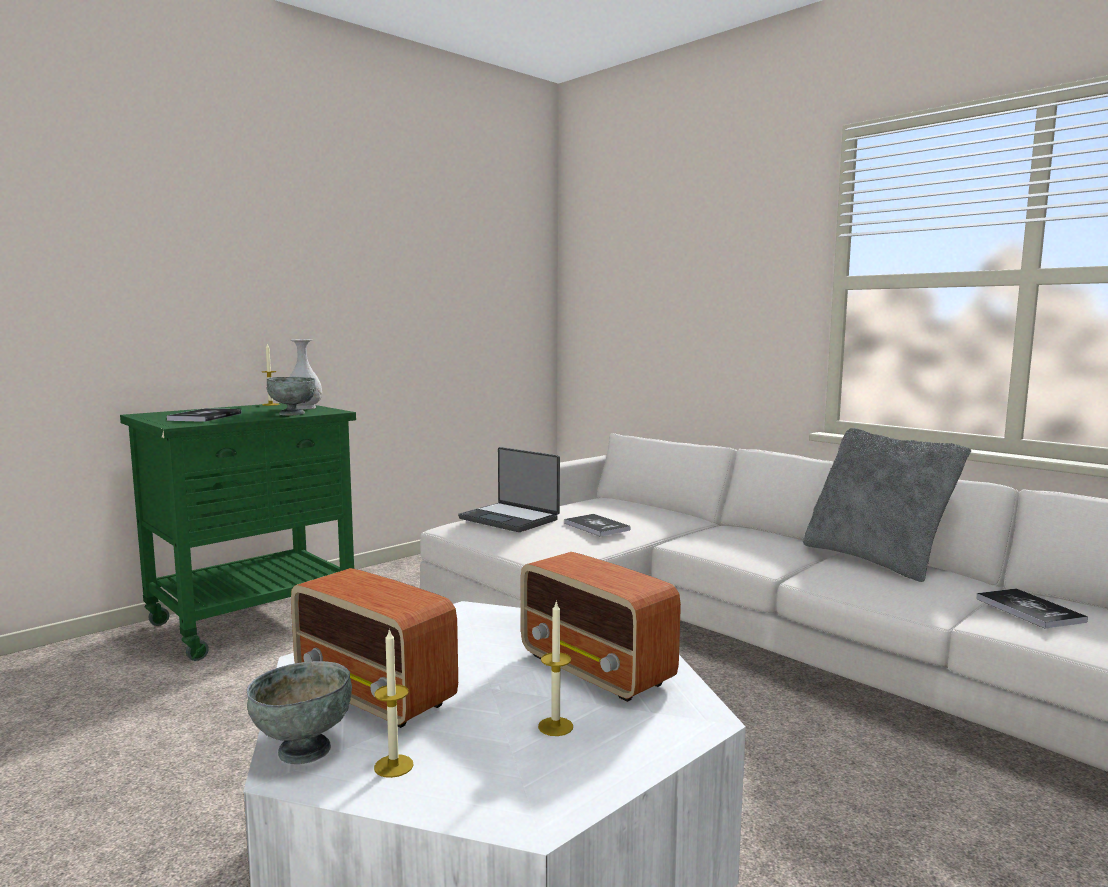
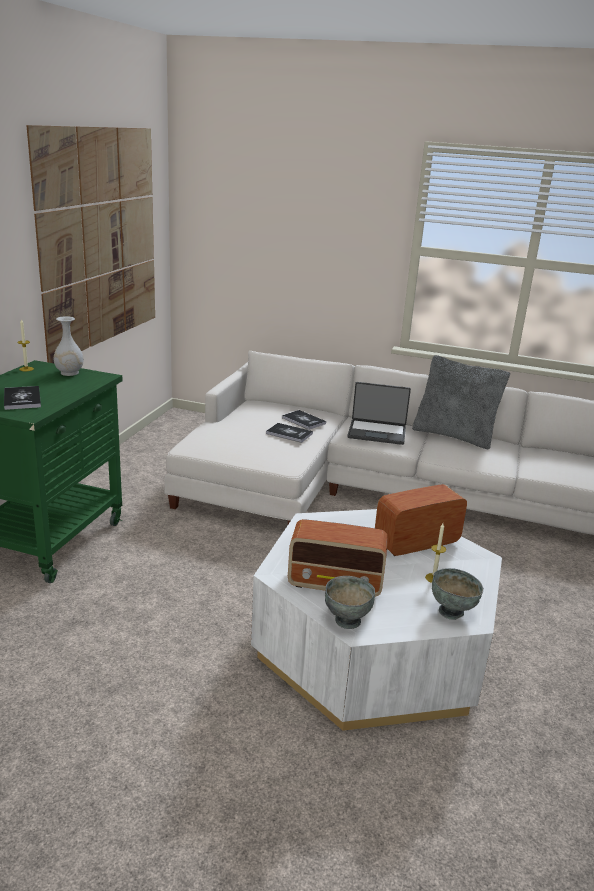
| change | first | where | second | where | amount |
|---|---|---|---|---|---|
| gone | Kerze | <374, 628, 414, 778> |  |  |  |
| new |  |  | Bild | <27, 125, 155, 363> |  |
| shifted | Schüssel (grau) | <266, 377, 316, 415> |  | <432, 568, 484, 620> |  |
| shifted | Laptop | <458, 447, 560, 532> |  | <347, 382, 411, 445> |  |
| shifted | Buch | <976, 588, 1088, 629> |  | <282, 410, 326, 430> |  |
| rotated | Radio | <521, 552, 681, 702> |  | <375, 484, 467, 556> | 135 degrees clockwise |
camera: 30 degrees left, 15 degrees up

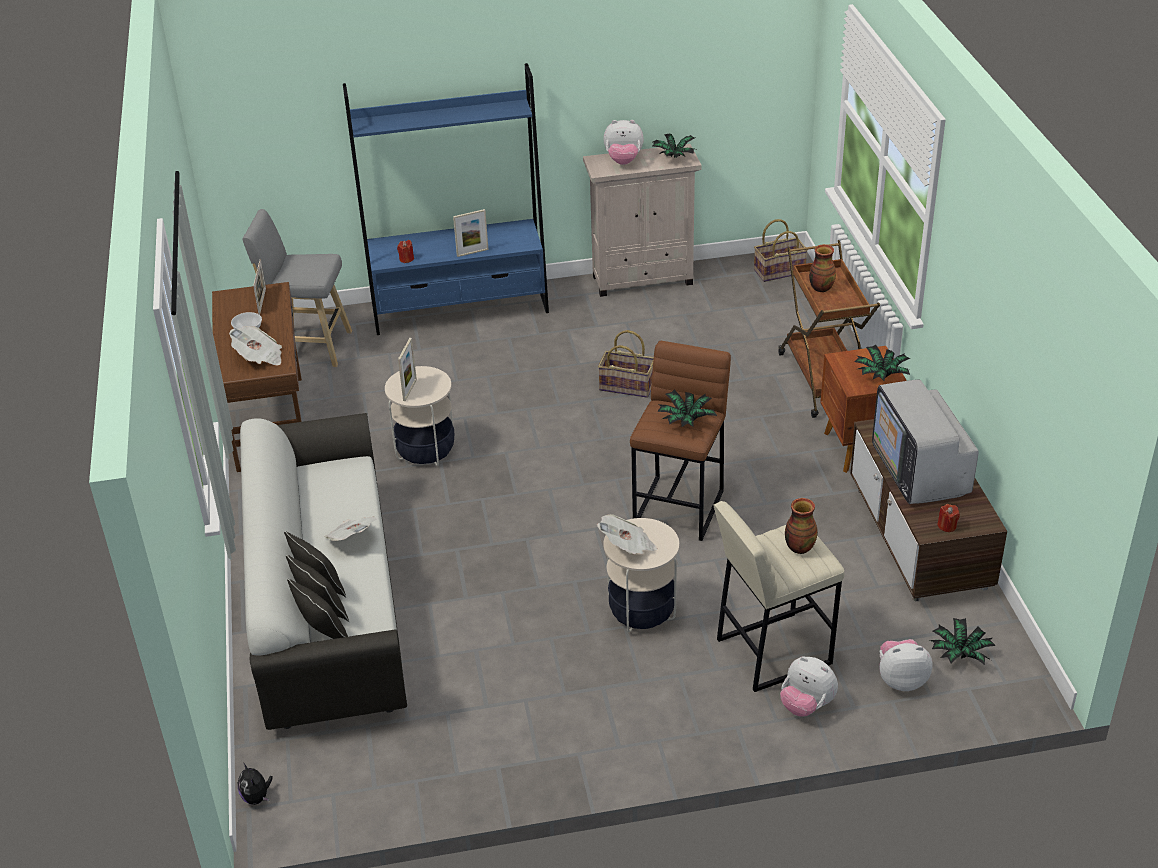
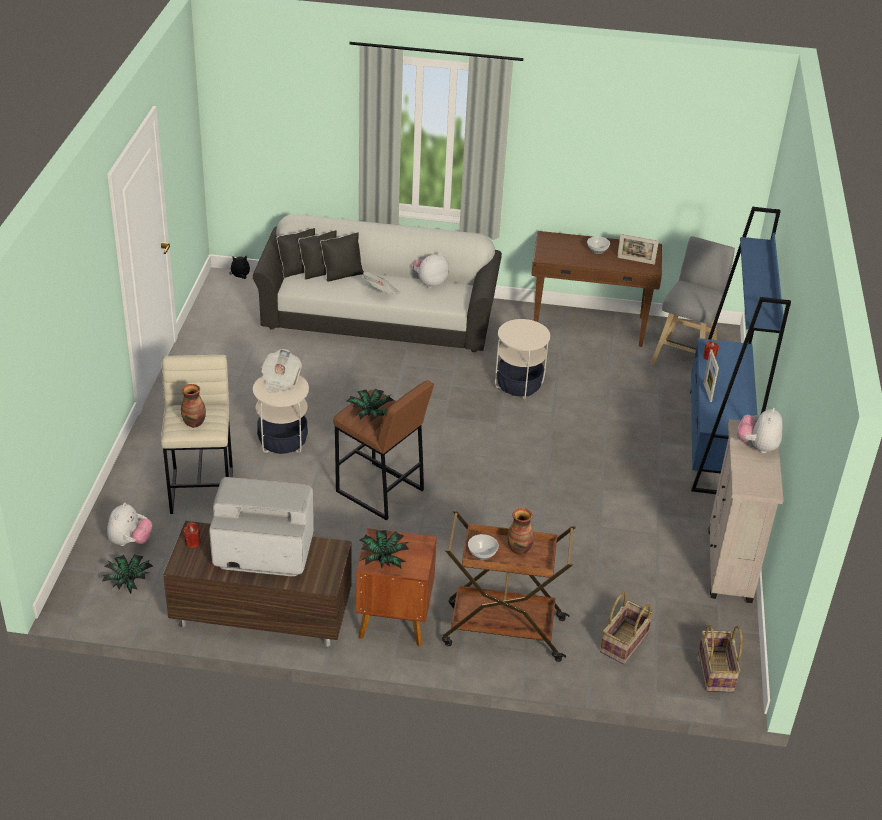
| change | first | where | second | where | amount |
|---|---|---|---|---|---|
| gone | Zeitung | <229, 326, 282, 365> |  |  |  |
| gone | Bilderrahmen | <398, 338, 417, 401> |  |  |  |
| gone | Topfpflanze | <653, 134, 695, 158> |  |  |  |
| new |  |  | Schüssel | <468, 534, 499, 560> |  |
| shifted | Korb | <598, 330, 654, 398> |  | <600, 592, 653, 664> |  |
| shifted | Plüschtier | <780, 656, 838, 717> |  | <413, 253, 449, 288> |  |
camera: 105 degrees right, 0 degrees up

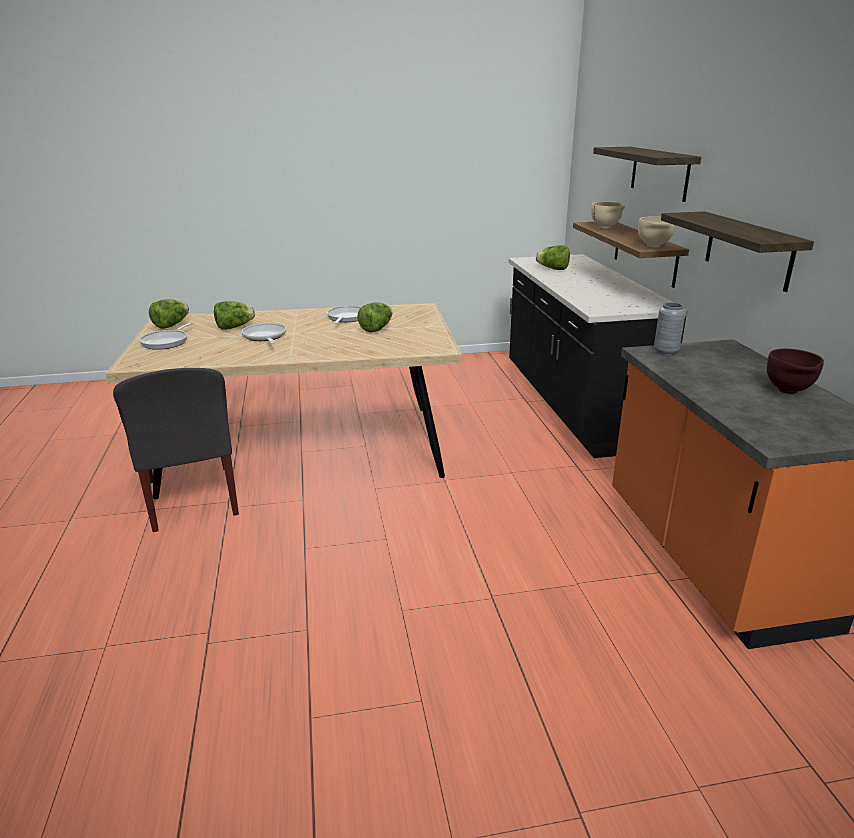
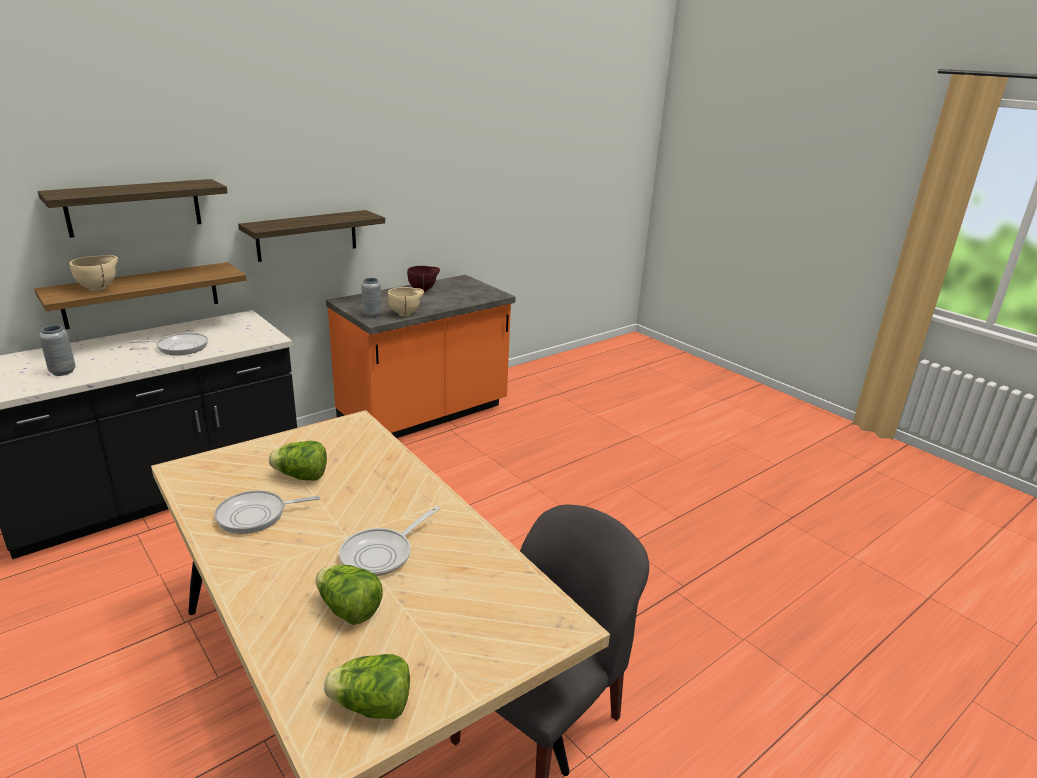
| change | first | where | second | where | amount |
|---|---|---|---|---|---|
| shifted | Pfanne | <139, 322, 193, 350> |  | <129, 333, 208, 355> |  |
| shifted | Schüssel (beige) | <638, 217, 676, 248> |  | <388, 287, 424, 316> |  |
| swapped | Salatkopf | <536, 245, 570, 270> | Vase (grau) | <39, 325, 76, 376> |  |
camera: 120 degrees left, 0 degrees up

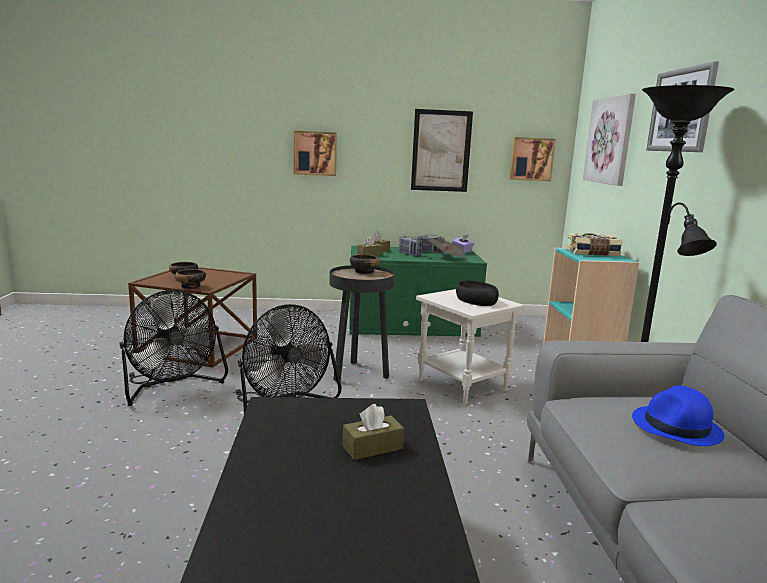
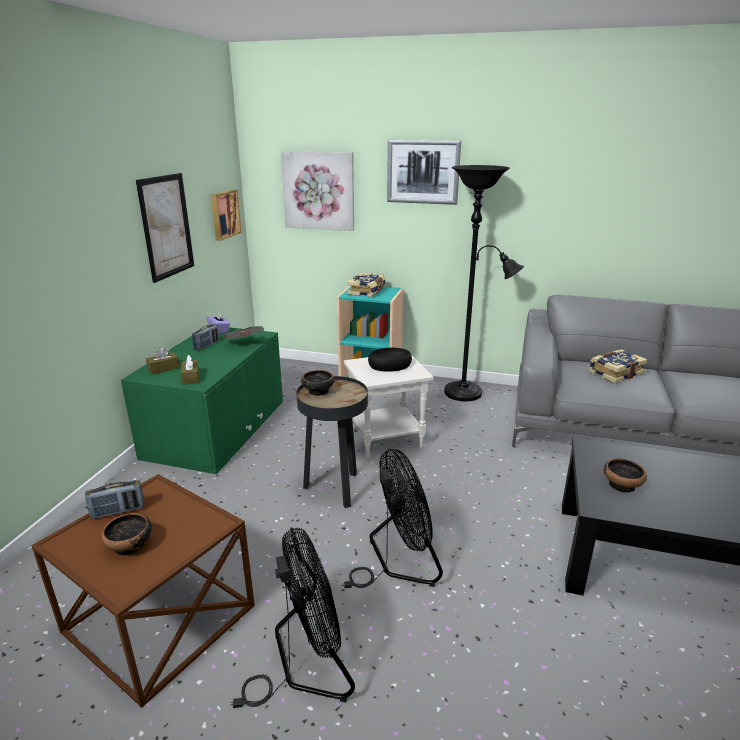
| change | first | where | second | where | amount |
|---|---|---|---|---|---|
| gone | Bild | <294, 131, 337, 176> |  |  |  |
| gone | Taschentuchbox (braun) | <343, 404, 404, 460> |  |  |  |
| shifted | Schüssel | <175, 269, 206, 289> |  | <604, 459, 647, 493> |  |
| shifted | Radio | <399, 236, 422, 256> |  | <85, 480, 145, 519> |  |
| swapped | Hut (blau) | <632, 385, 725, 446> | Buch | <589, 349, 648, 383> |  |
camera: 70 degrees left, 10 degrees up

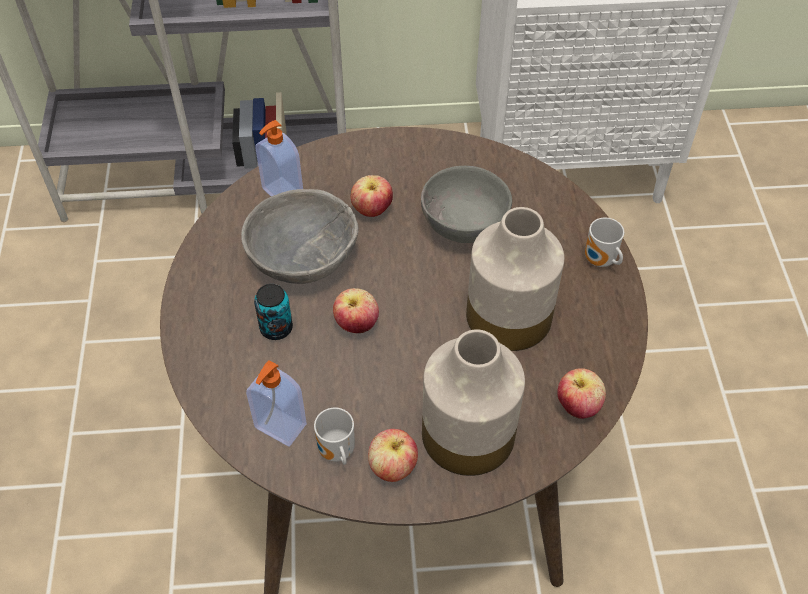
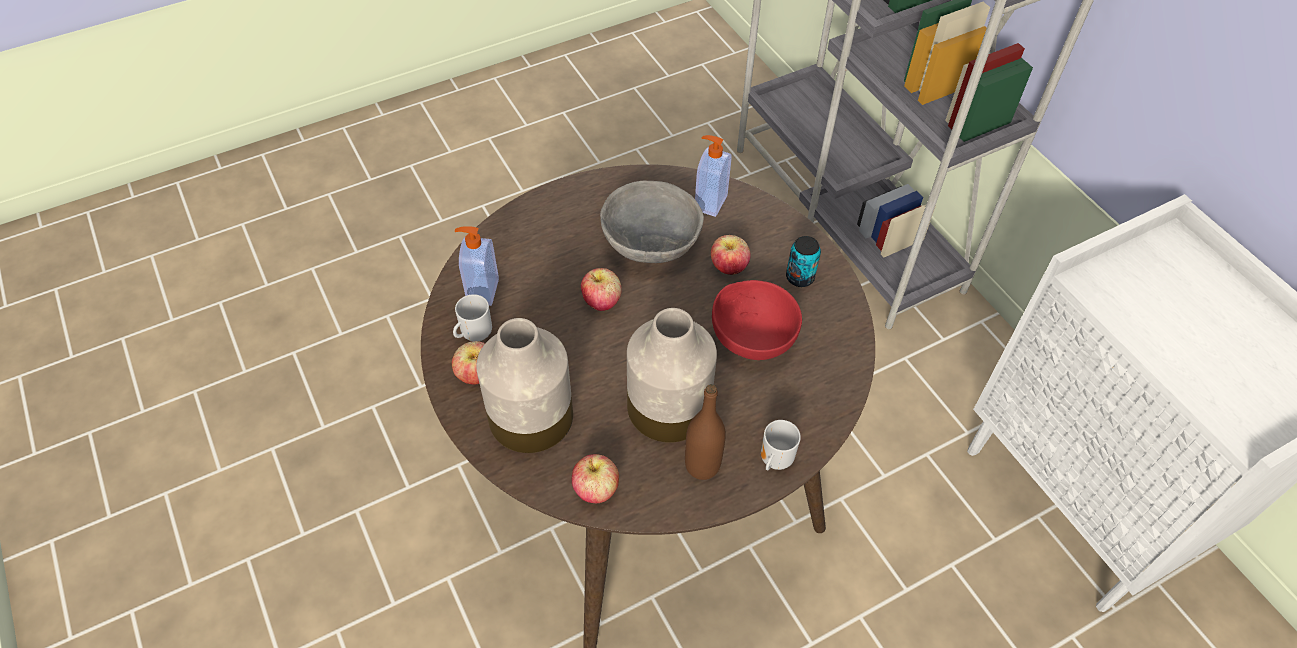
| change | first | where | second | where | amount |
|---|---|---|---|---|---|
| new |  |  | Flasche (braun) | <685, 384, 726, 480> |  |
| shifted | Dose | <254, 284, 293, 340> |  | <786, 236, 821, 287> |  |
| repainted | Schüssel (grau) | <421, 166, 512, 243> | Schüssel (rot) | <712, 280, 802, 360> |  |
camera: 65 degrees right, 0 degrees up

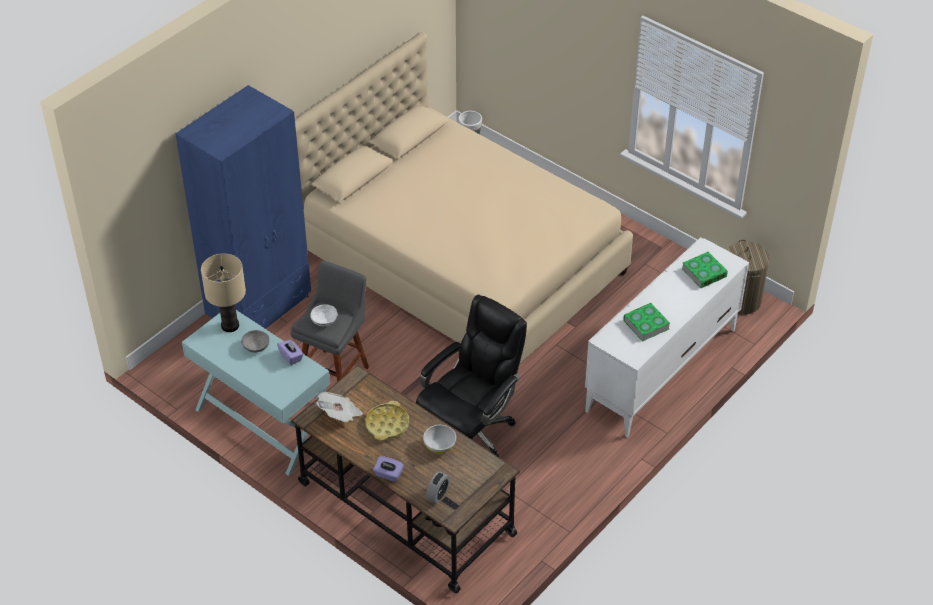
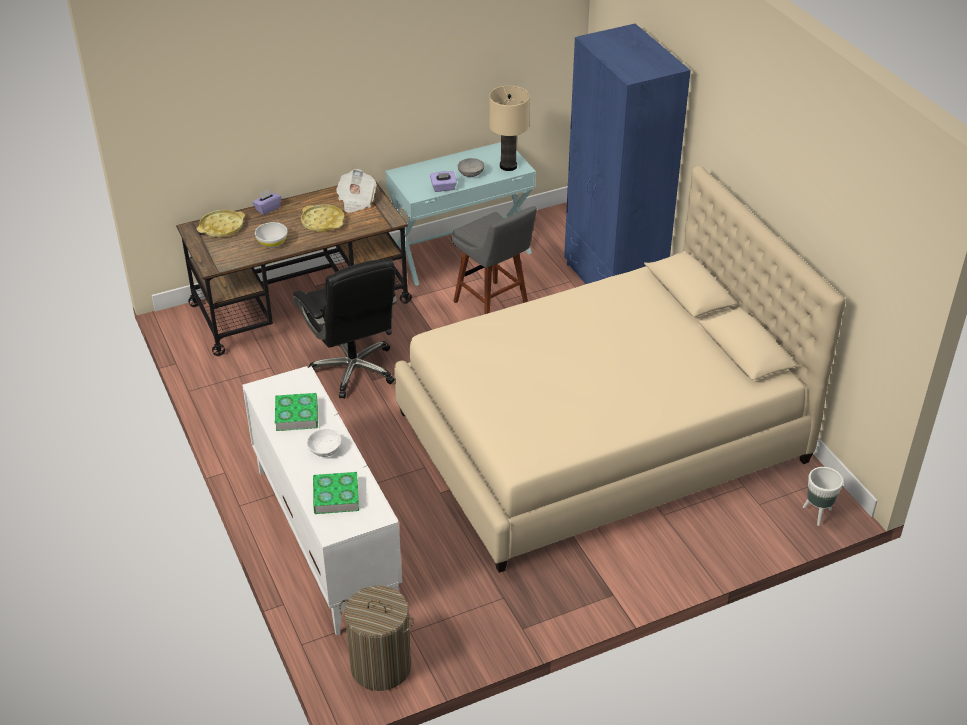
| change | first | where | second | where | amount |
|---|---|---|---|---|---|
| shifted | Schüssel (weiß) | <310, 304, 338, 326> |  | <307, 429, 341, 457> |  |
| swapped | Wecker | <426, 471, 450, 504> | Tablett (gelb) | <197, 210, 245, 237> |  |
camera: 115 degrees right, 5 degrees down

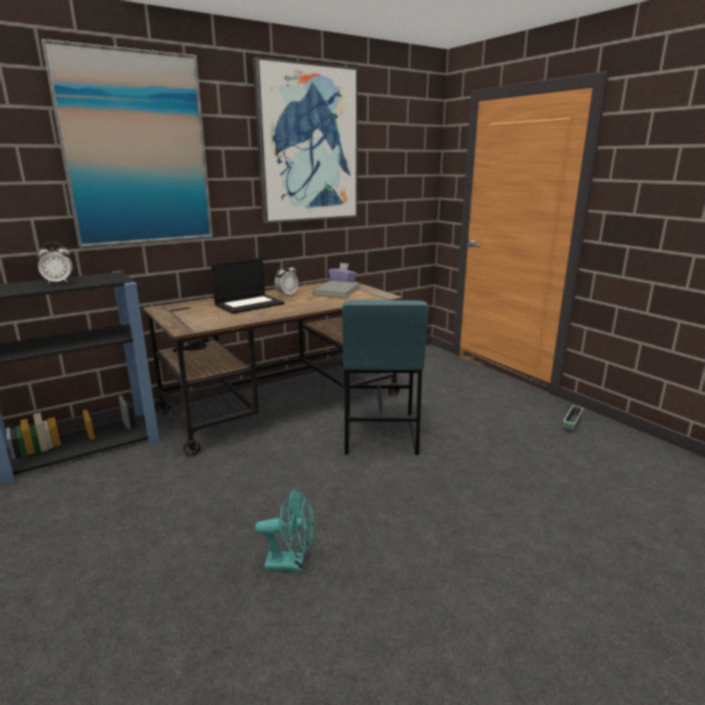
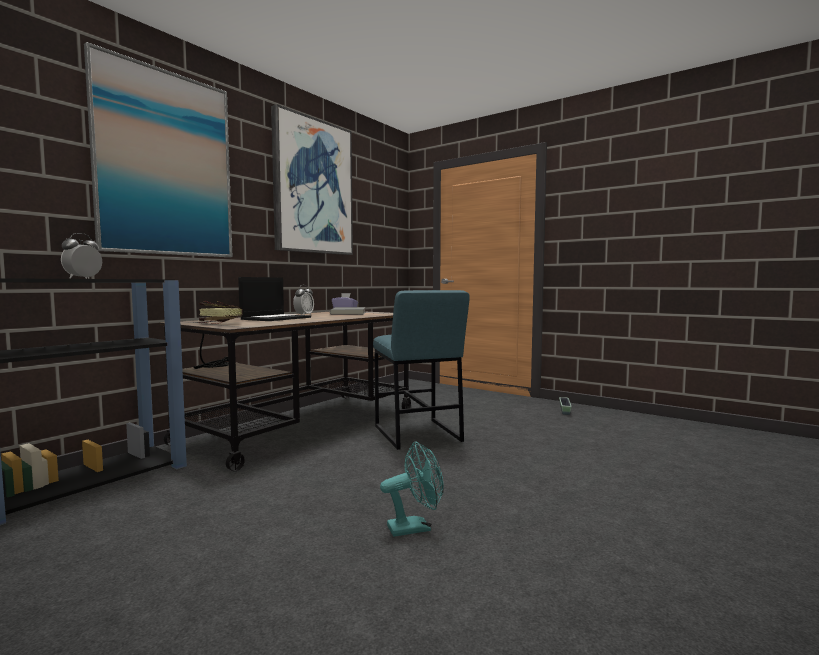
| change | first | where | second | where | amount |
|---|---|---|---|---|---|
| new |  |  | Buch | <199, 301, 243, 324> |  |
| rotated | Wecker | <36, 242, 73, 284> |  | <61, 233, 102, 279> | 150 degrees clockwise |
camera: 20 degrees left, 15 degrees down

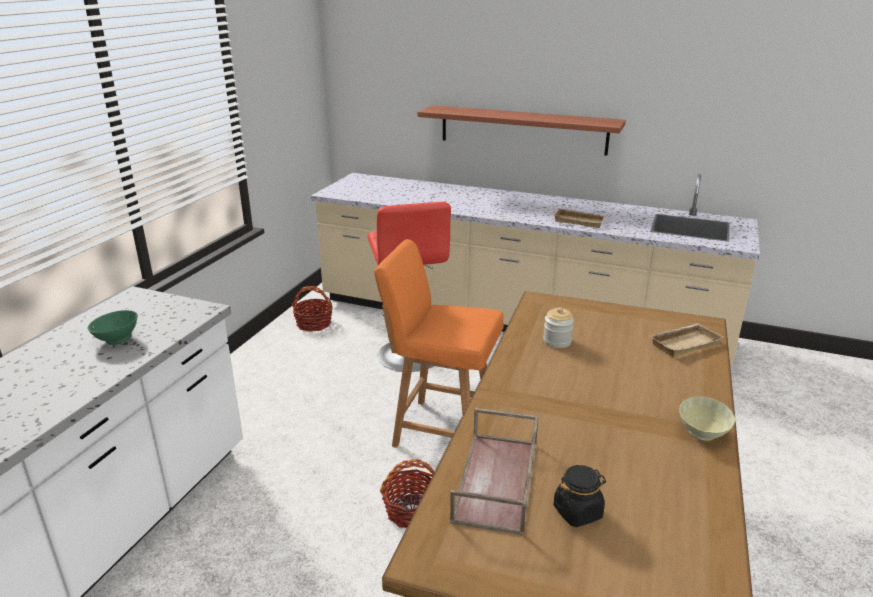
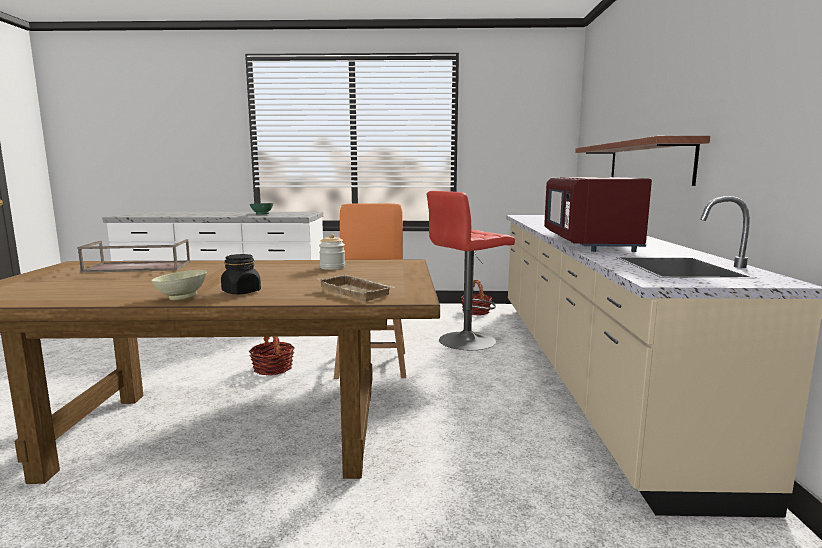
| change | first | where | second | where | amount |
|---|---|---|---|---|---|
| shifted | Vorratsglas (schwarz) | <553, 465, 606, 527> |  | <221, 254, 261, 294> |  |
| swapped | Tablett (beige) | <553, 208, 606, 228> | Mikrowelle (rot) | <544, 177, 652, 252> |  |
camera: 70 degrees right, 15 degrees down

